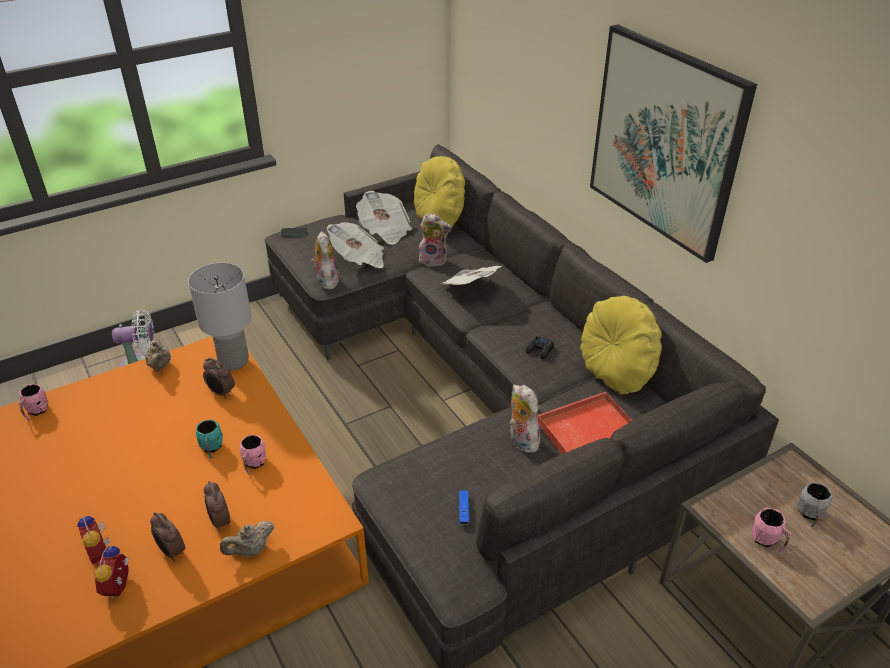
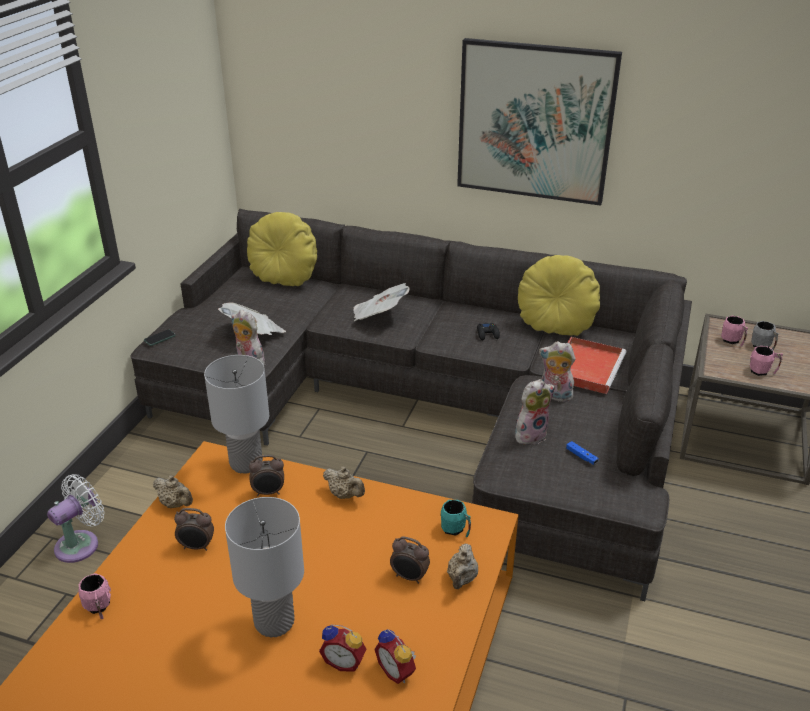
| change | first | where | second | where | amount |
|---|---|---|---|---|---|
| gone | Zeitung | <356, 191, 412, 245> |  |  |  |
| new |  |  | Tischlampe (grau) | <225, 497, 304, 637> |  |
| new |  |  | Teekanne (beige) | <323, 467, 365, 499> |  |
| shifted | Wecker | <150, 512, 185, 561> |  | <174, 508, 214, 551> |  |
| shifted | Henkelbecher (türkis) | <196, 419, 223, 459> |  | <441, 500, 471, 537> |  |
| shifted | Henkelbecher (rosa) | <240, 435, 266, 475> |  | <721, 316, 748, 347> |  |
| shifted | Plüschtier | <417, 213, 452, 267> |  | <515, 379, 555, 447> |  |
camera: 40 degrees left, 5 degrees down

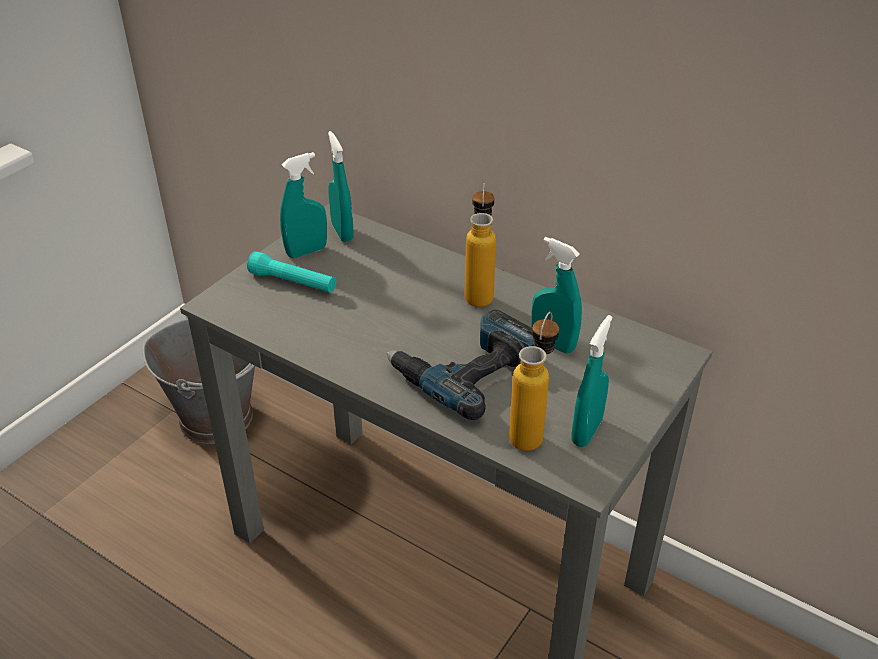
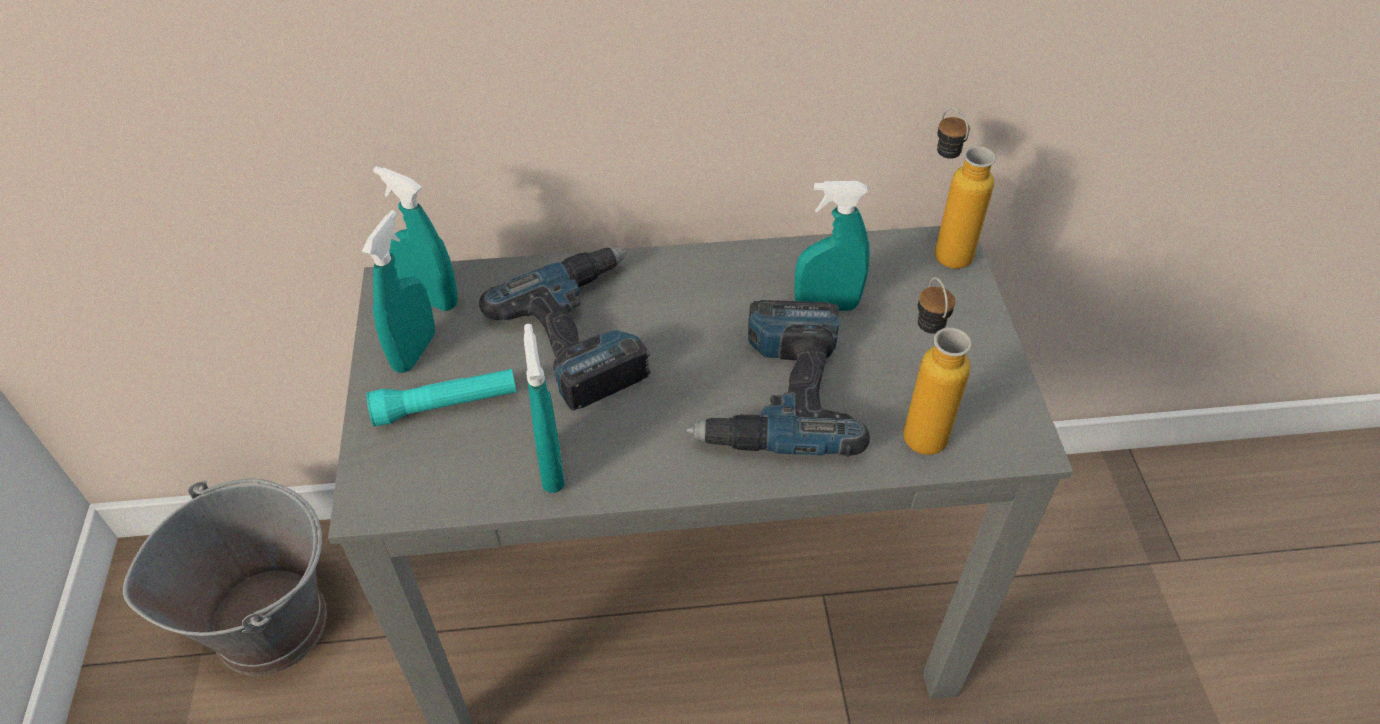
| change | first | where | second | where | amount |
|---|---|---|---|---|---|
| new |  |  | Bohrmaschine | <479, 247, 651, 410> |  |
| shifted | Flasche | <465, 183, 496, 307> |  | <935, 108, 996, 269> |  |
| shifted | Sprühflasche (türkis) | <571, 315, 613, 447> |  | <524, 324, 565, 493> |  |
camera: 40 degrees left, 10 degrees up

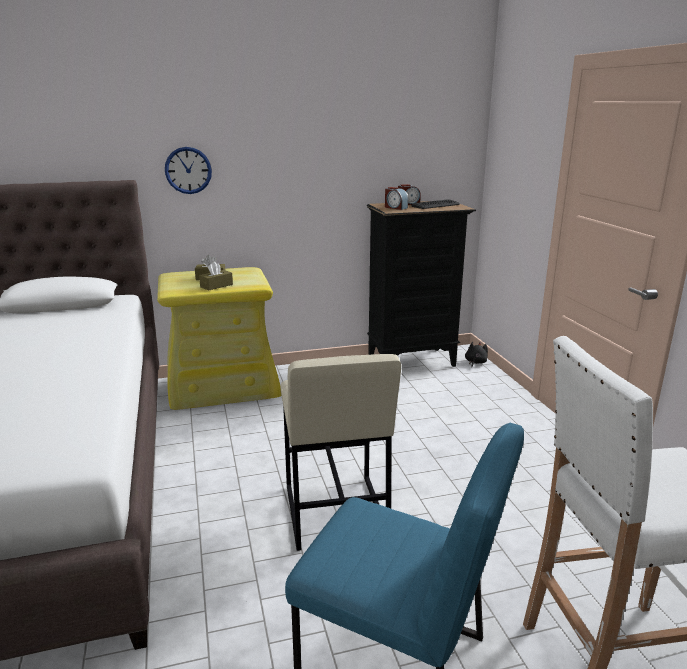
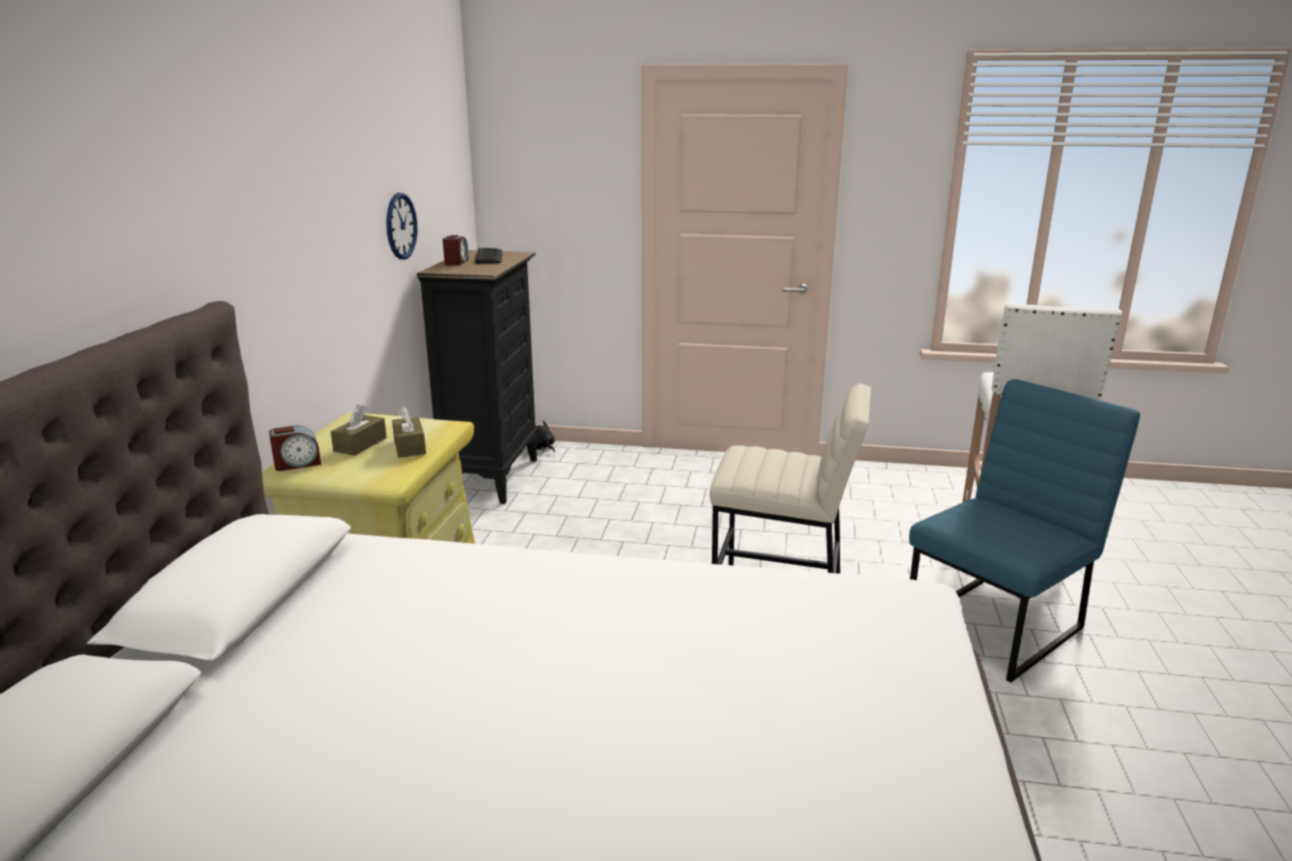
| change | first | where | second | where | amount |
|---|---|---|---|---|---|
| shifted | Wanduhr | <165, 147, 212, 194> |  | <386, 193, 417, 260> |  |
| shifted | Wecker | <385, 187, 408, 210> |  | <269, 426, 321, 471> |  |
camera: 65 degrees left, 0 degrees up

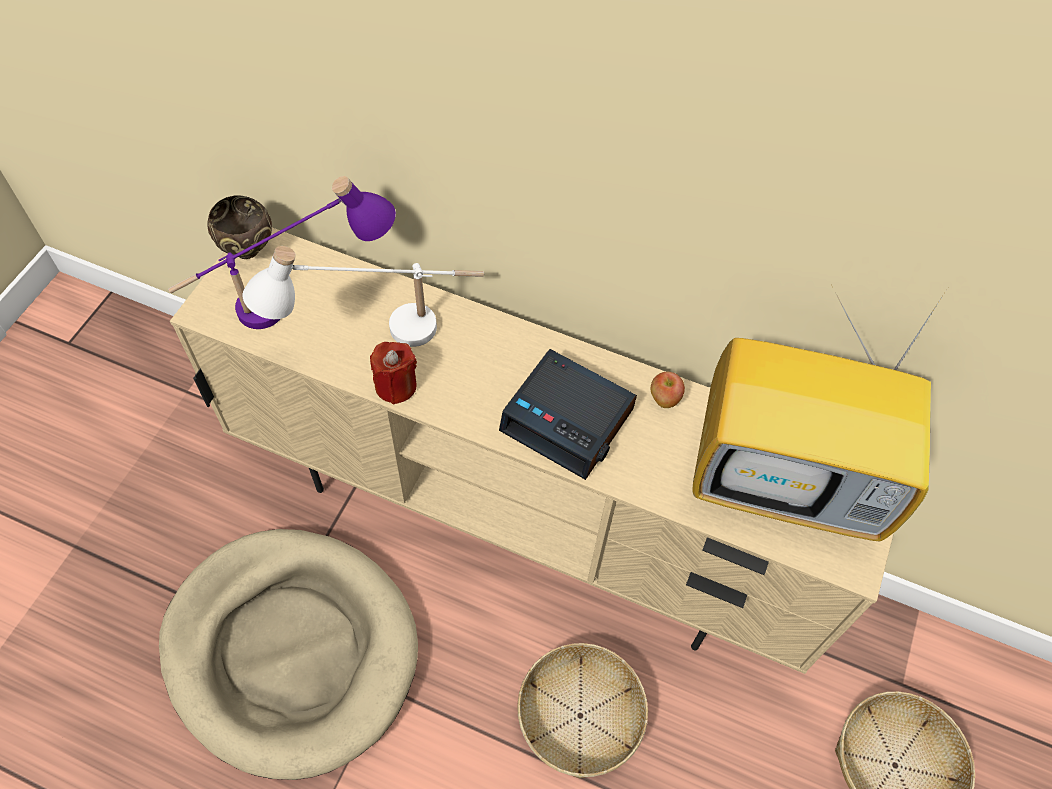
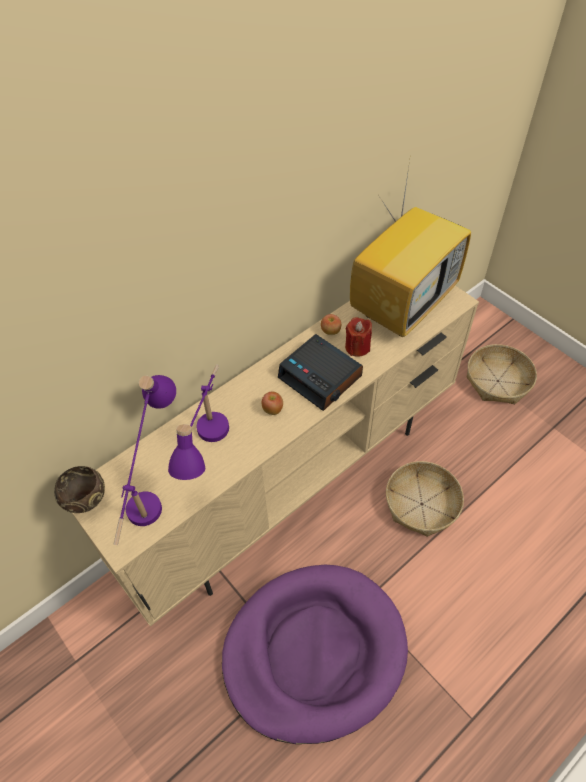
| change | first | where | second | where | amount |
|---|---|---|---|---|---|
| new |  |  | Apfel | <262, 392, 283, 415> |  |
| shifted | Kerze (rot) | <370, 342, 417, 405> |  | <345, 317, 372, 357> |  |
| repainted | Hundebett (beige) | <159, 529, 418, 780> | Hundebett (lila) | <222, 565, 408, 744> |  |
| repainted | Tischlampe (weiß) | <243, 246, 484, 347> | Tischlampe (lila) | <168, 365, 229, 480> |  |
| rotated | Wecker | <499, 349, 637, 480> |  | <278, 334, 363, 411> | 75 degrees clockwise |
camera: 60 degrees left, 5 degrees down

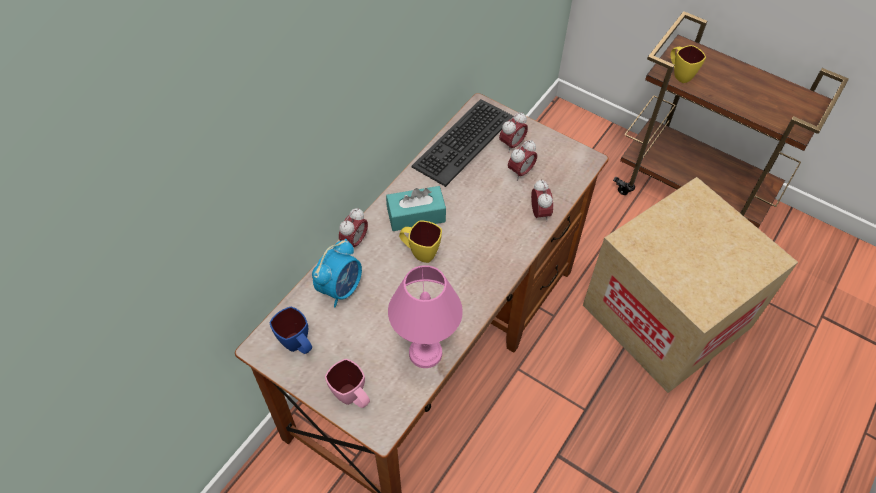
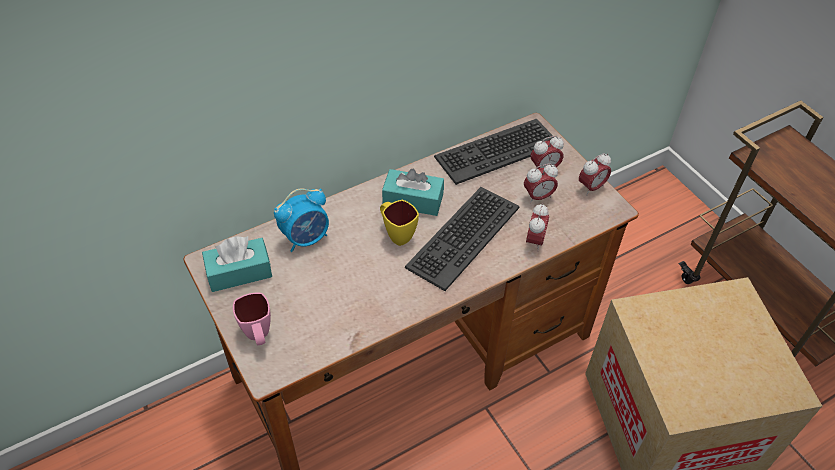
| change | first | where | second | where | amount |
|---|---|---|---|---|---|
| gone | Tischlampe (rosa) | <388, 265, 463, 368> |  |  |  |
| gone | Henkelbecher (gelb) | <671, 45, 706, 83> |  |  |  |
| new |  |  | Tastatur | <405, 187, 520, 291> |  |
| shifted | Wecker | <339, 208, 368, 248> |  | <579, 153, 611, 195> |  |
| swapped | Henkelbecher (blau) | <269, 307, 312, 354> | Taschentuchbox (türkis) | <202, 236, 272, 292> |  |
camera: 25 degrees right, 5 degrees down

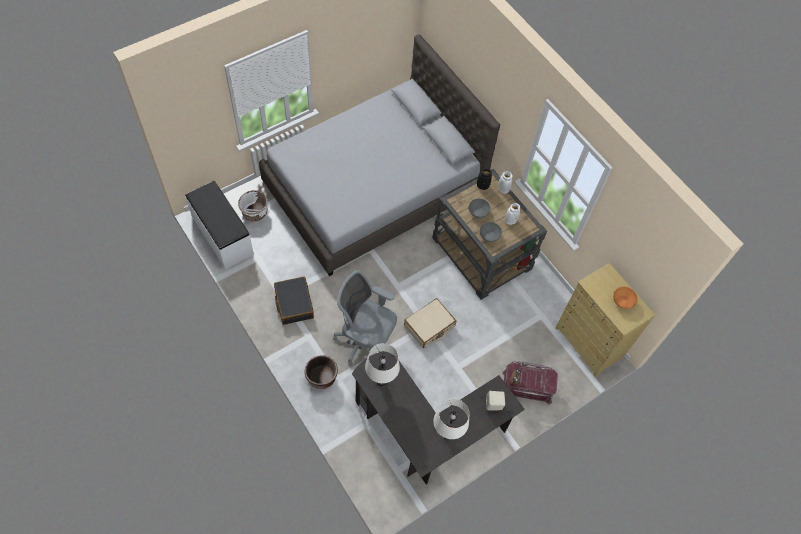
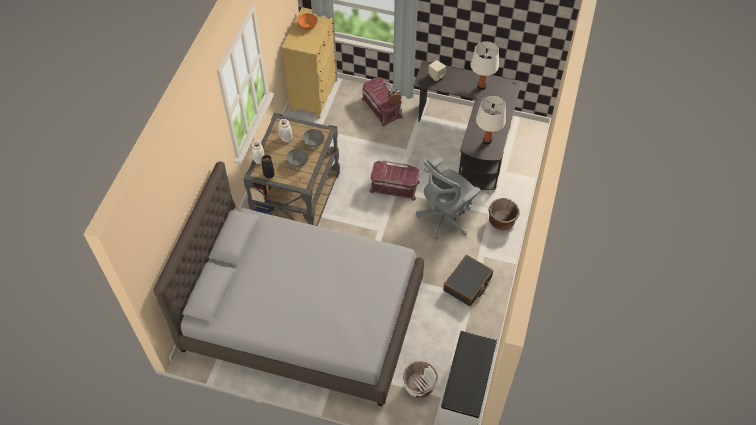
| change | first | where | second | where | amount |
|---|---|---|---|---|---|
| swapped | Koffer (beige) | <404, 298, 456, 348> | Aufbewahrungsbox (rot) | <369, 161, 420, 201> |  |
| rotated | Bürostuhl (grau) | <333, 270, 397, 366> |  | <416, 157, 480, 241> | 60 degrees clockwise |
camera: 125 degrees left, 5 degrees down

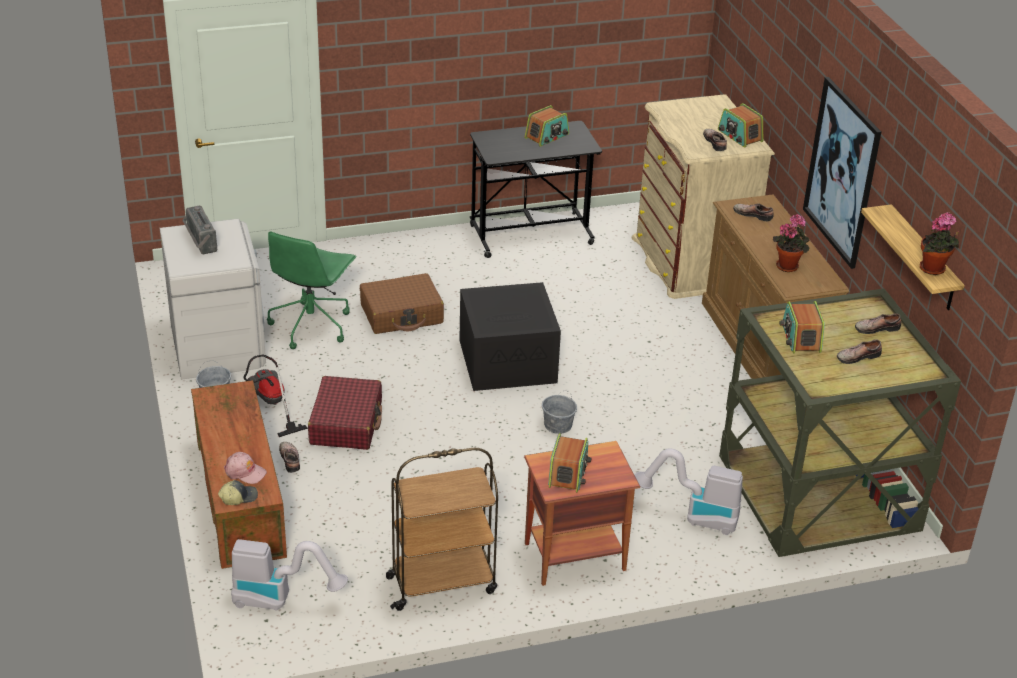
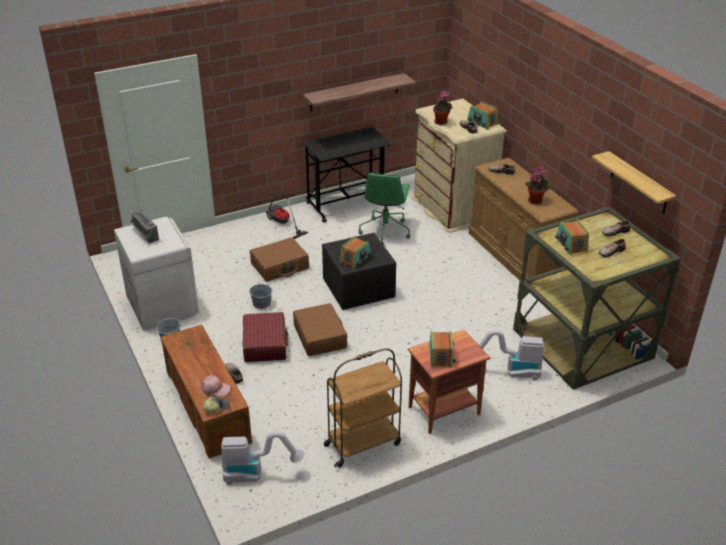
| change | first | where | second | where | amount |
|---|---|---|---|---|---|
| gone | Bild | <803, 77, 881, 269> |  |  |  |
| new |  |  | Koffer (braun) | <293, 303, 348, 356> |  |
| new |  |  | Wandregal | <303, 73, 416, 112> |  |
| shifted | Staubsauger | <243, 355, 308, 437> |  | <266, 192, 308, 239> |  |
| shifted | Bürostuhl (grün) | <267, 232, 356, 349> |  | <358, 173, 410, 245> |  |
| shifted | Radio | <524, 105, 569, 147> |  | <340, 236, 371, 269> |  |
| shifted | Eimer (grau) | <542, 391, 577, 434> |  | <249, 280, 272, 309> |  |
| shifted | Topfpflanze | <920, 212, 959, 275> |  | <433, 91, 452, 125> |  |
camera: 10 degrees left, 0 degrees up

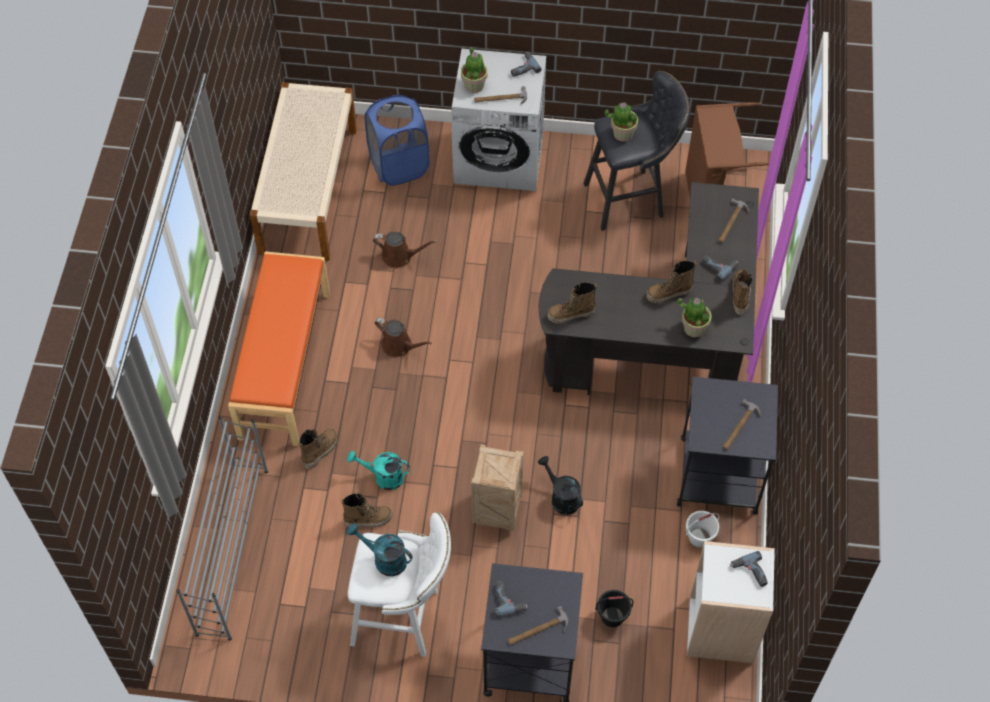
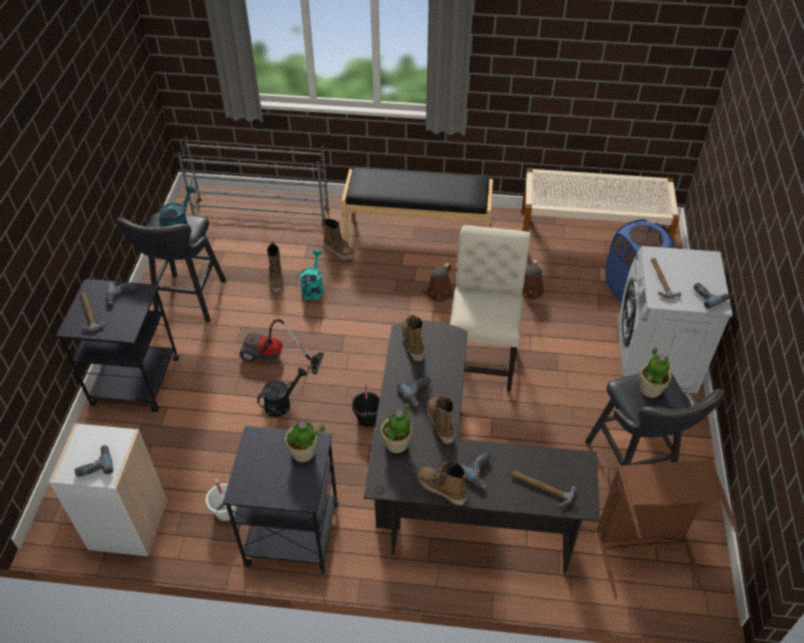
| change | first | where | second | where | amount |
|---|---|---|---|---|---|
| gone | Hammer | <723, 399, 761, 450> |  |  |  |
| new |  |  | Bohrmaschine | <397, 376, 431, 406> |  |
| new |  |  | Stuhl (beige) | <450, 225, 531, 392> |  |
| shifted | Topfpflanze | <461, 47, 487, 93> |  | <285, 420, 325, 462> |  |
| shifted | Eimer (schwarz) | <596, 590, 634, 627> |  | <352, 385, 380, 427> |  |
| swapped | Kiste | <471, 444, 524, 531> | Staubsauger | <239, 319, 324, 374> |  |
| repainted | Bank (orange) | <228, 251, 330, 446> | Bank (schwarz) | <342, 167, 493, 241> |  |
| repainted | Hocker (weiß) | <348, 512, 451, 657> | Hocker (schwarz) | <116, 212, 226, 323> |  |
| rotated | Stiefel | <733, 269, 753, 315> |  | <418, 462, 467, 505> | 150 degrees counterclockwise |
camera: 90 degrees right, 10 degrees down

